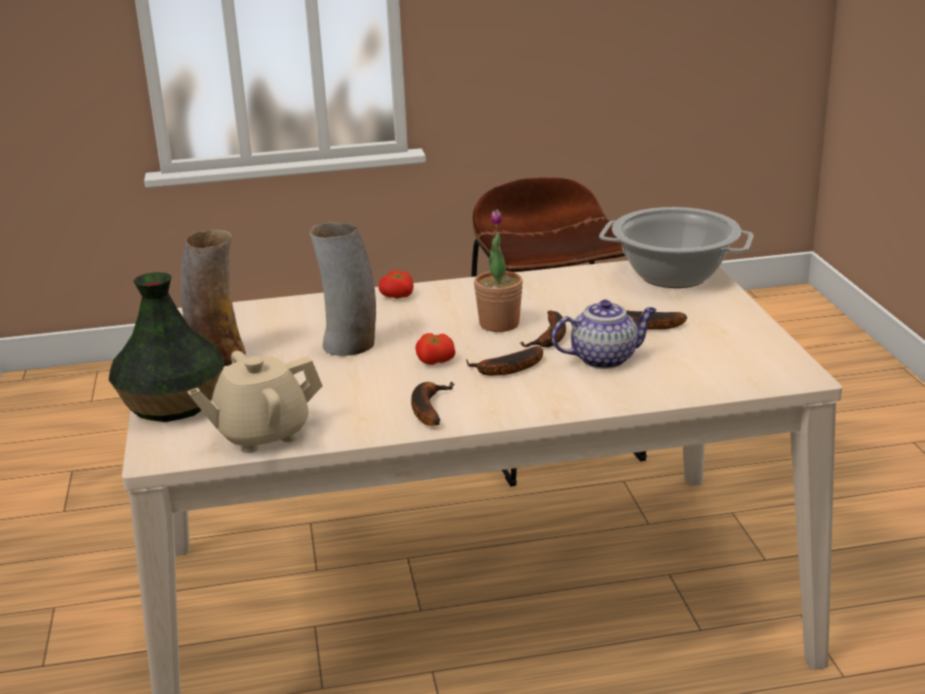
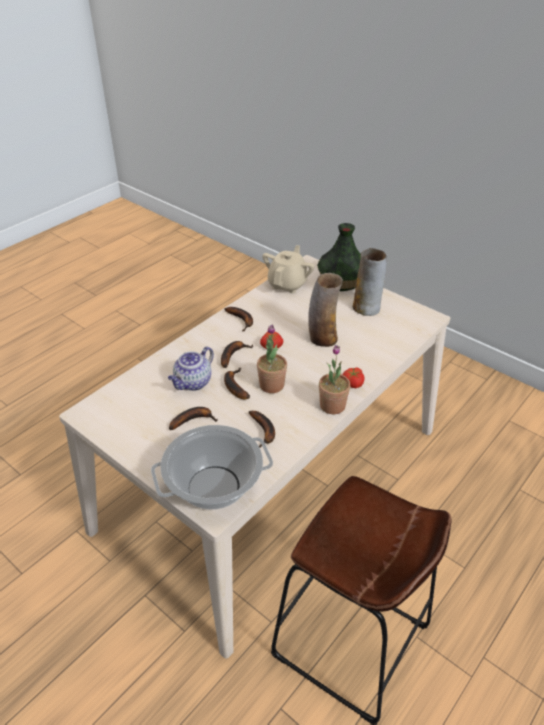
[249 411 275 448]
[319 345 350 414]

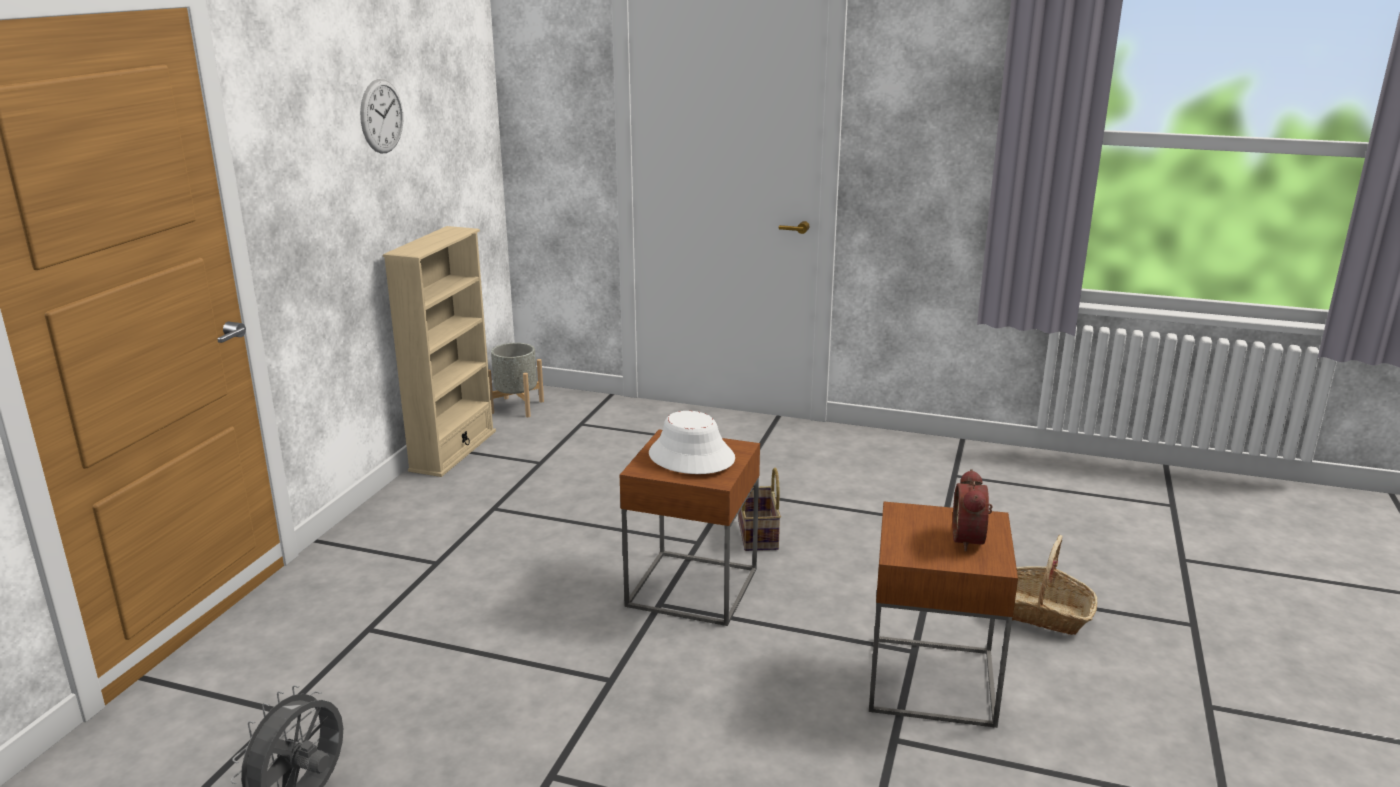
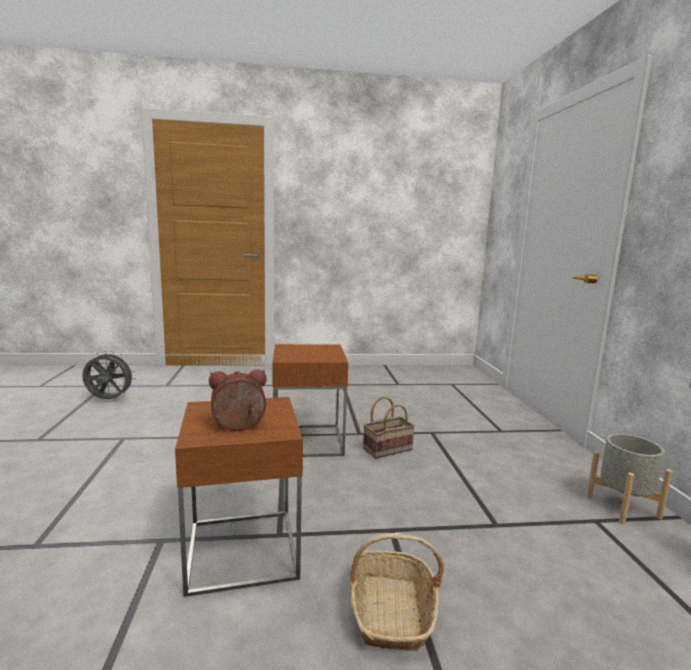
[360 79 403 153] (first image)
[383 226 496 477] (first image)
[586 434 672 524]
[649 411 735 474] (first image)

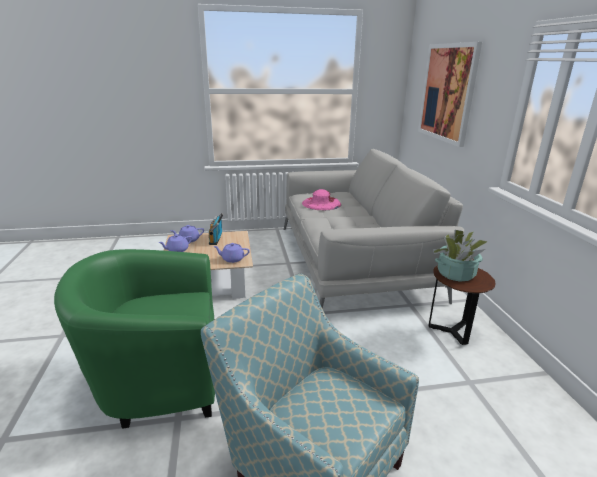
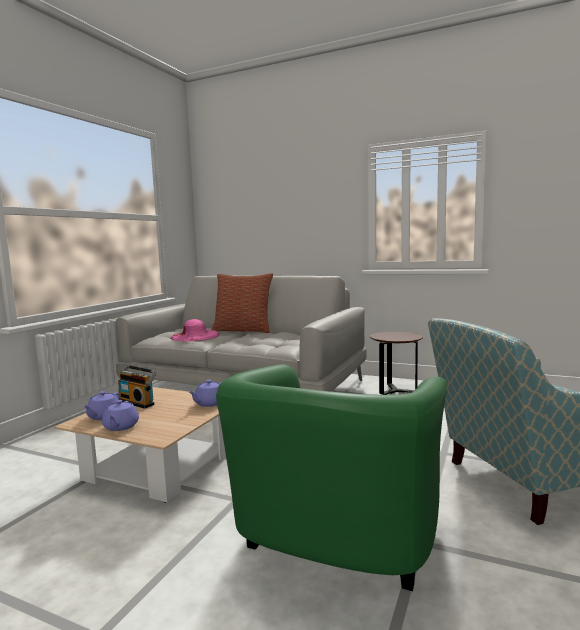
[418 42 482 147] (first image)
[433 230 488 282] (first image)
[211 273 273 333]

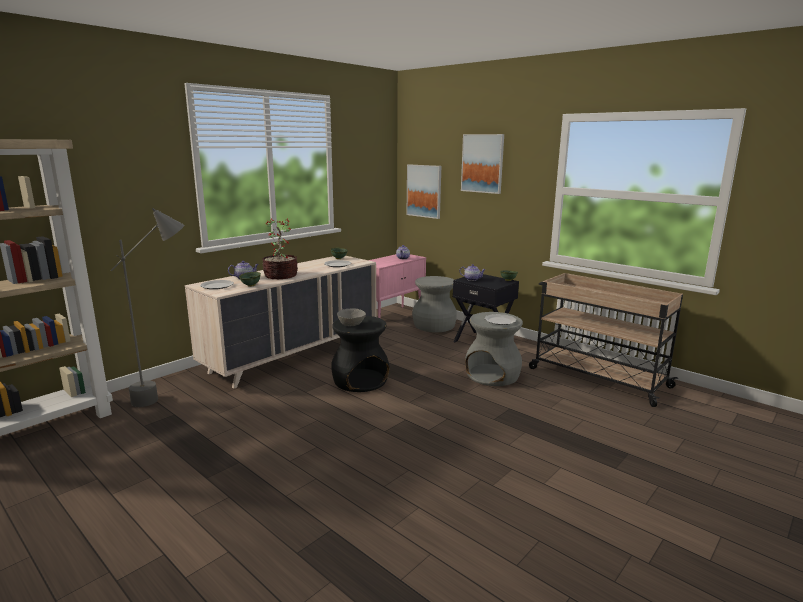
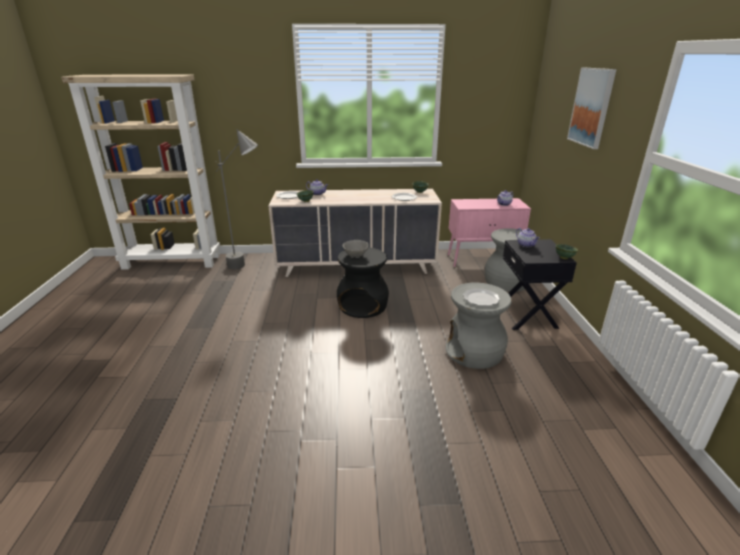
[262 218 298 279] (first image)
[407 165 441 219] (first image)
[529 273 683 407] (first image)

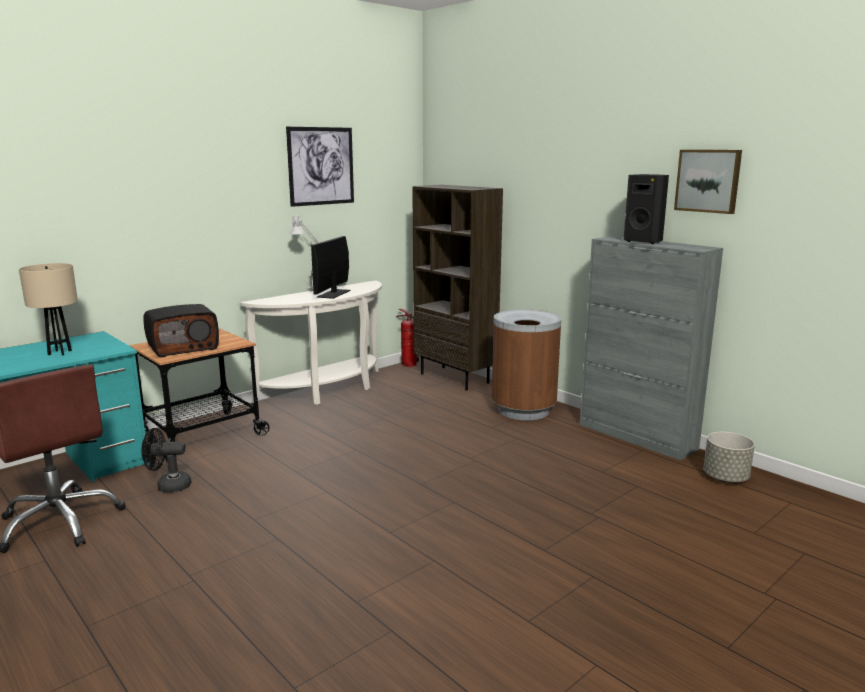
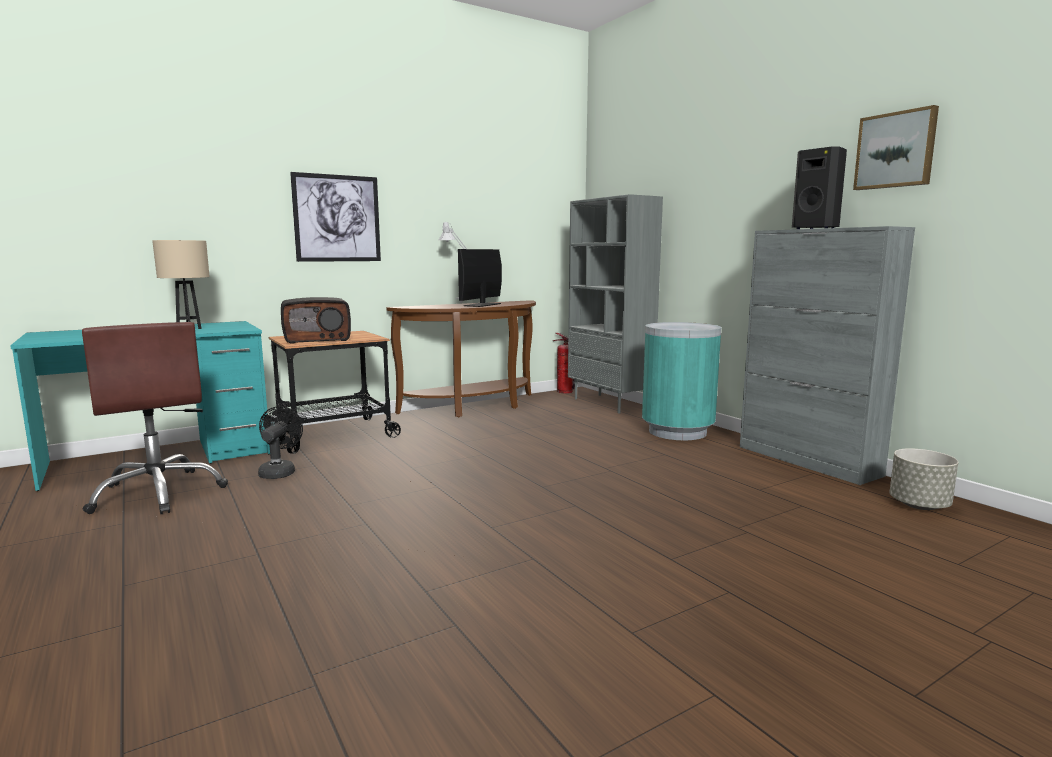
[258 406 303 479]
[386 300 536 417]
[290 172 381 262]
[568 194 663 413]
[642 322 721 440]

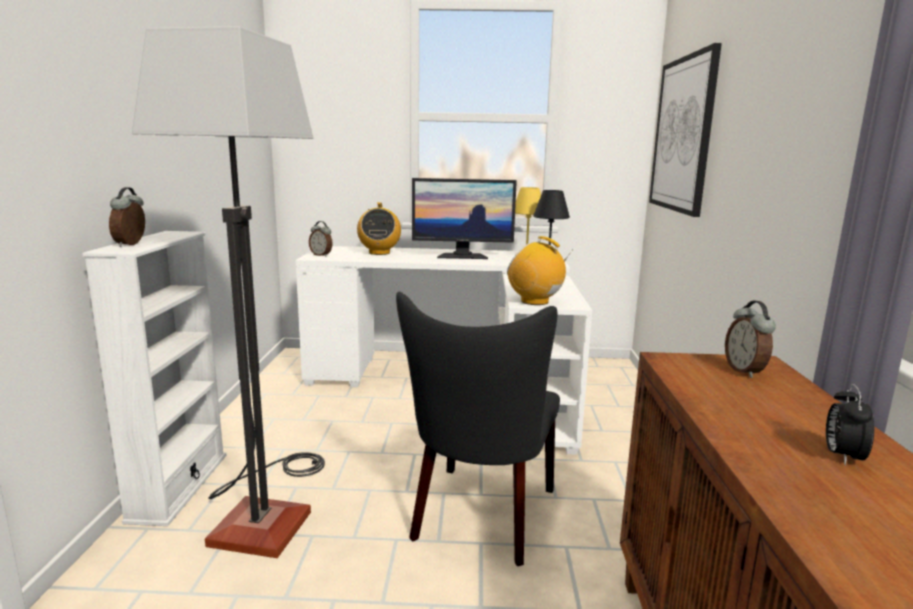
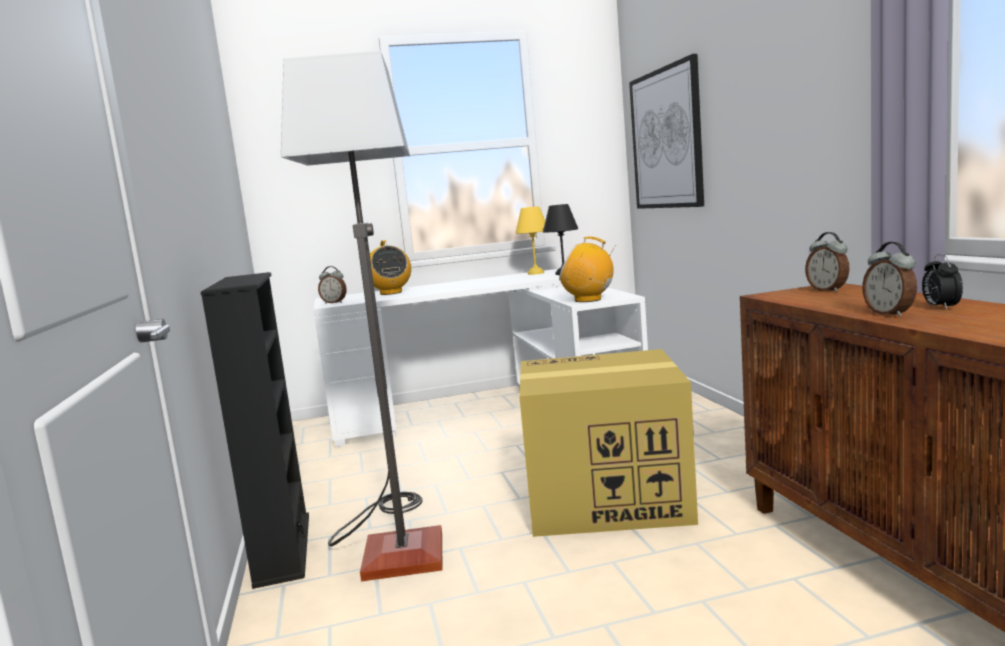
[200 272 309 589]
[862 242 917 317]
[519 349 698 537]
[412 178 517 259] (first image)

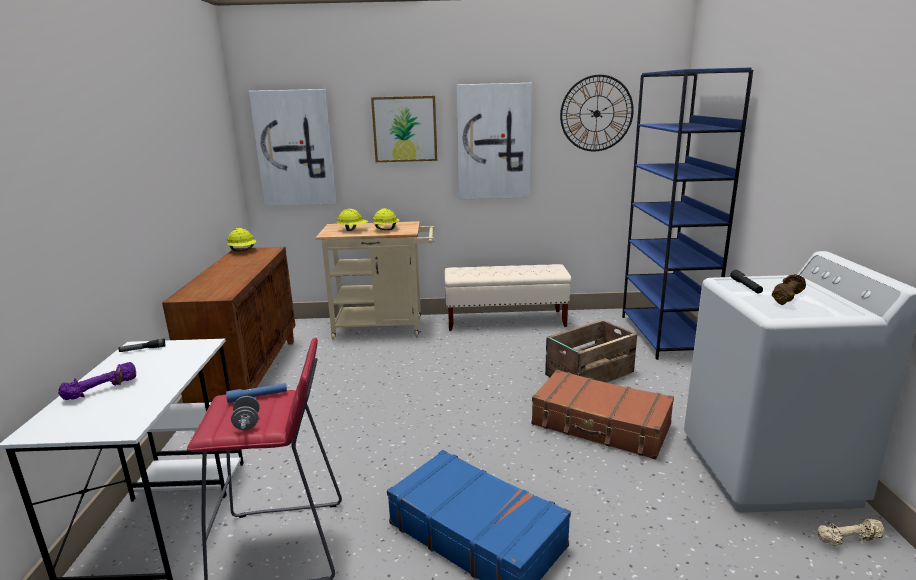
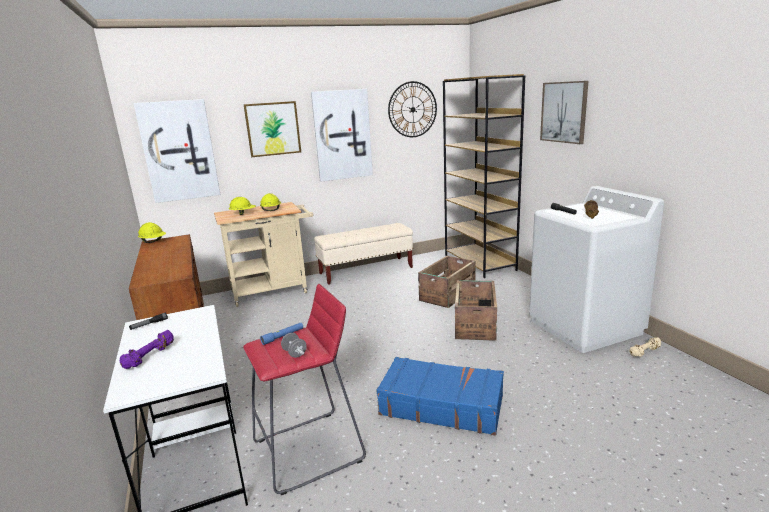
[455 280 497 341]
[443 74 525 278]
[540 81 589 144]

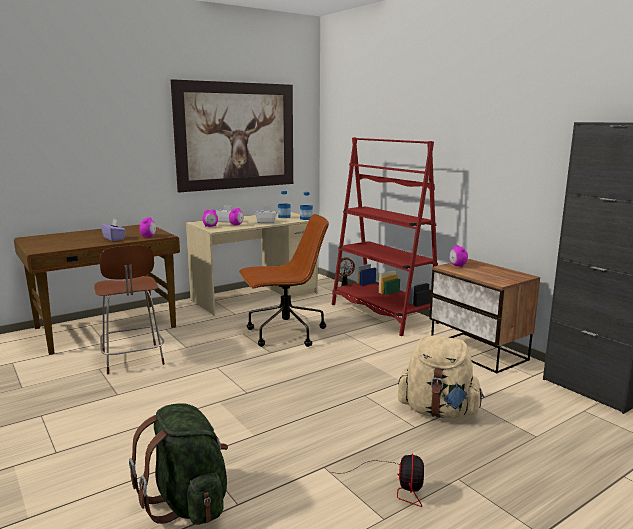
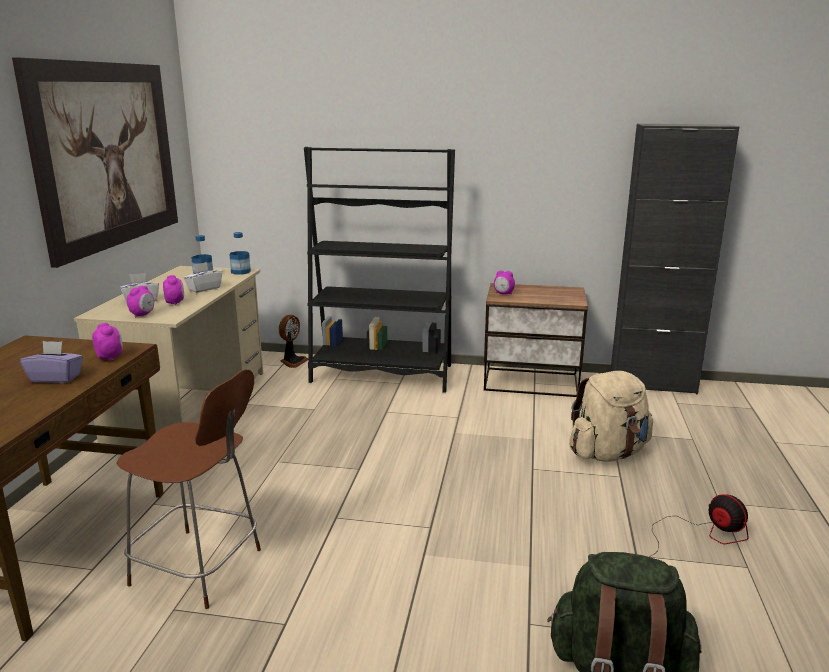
[239 214 329 347] (first image)
[304 147 455 393]

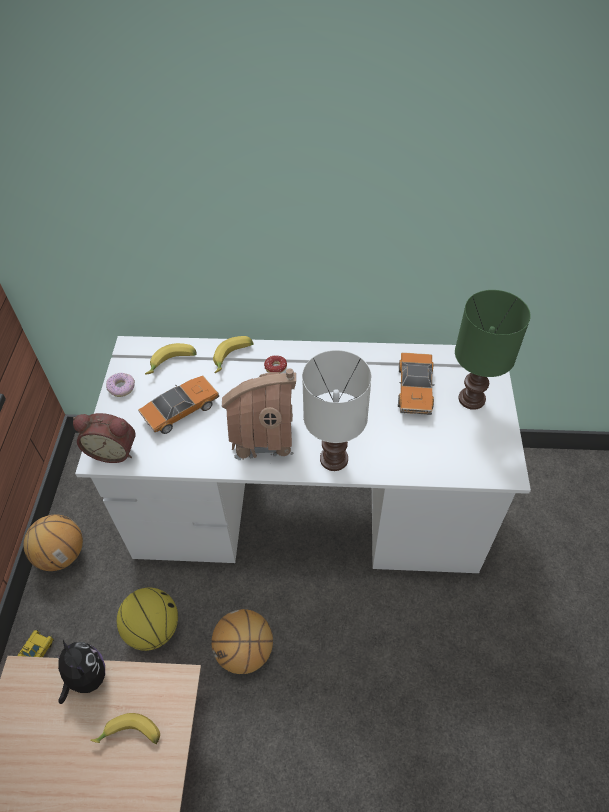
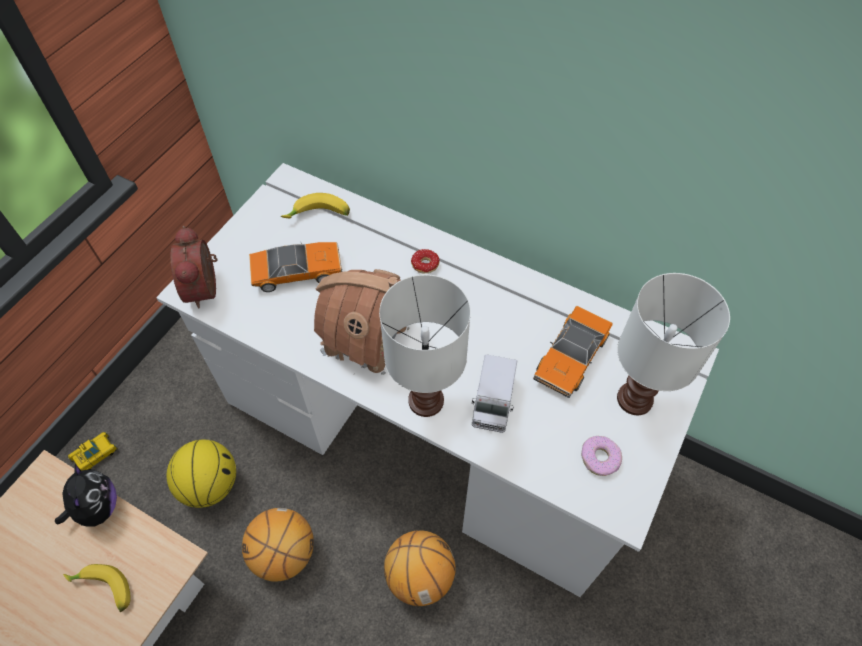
[384 530 456 606]
[170 226 218 309]
[581 436 622 476]
[213 336 254 373] (first image)
[617 273 730 415]
[472 354 517 433]

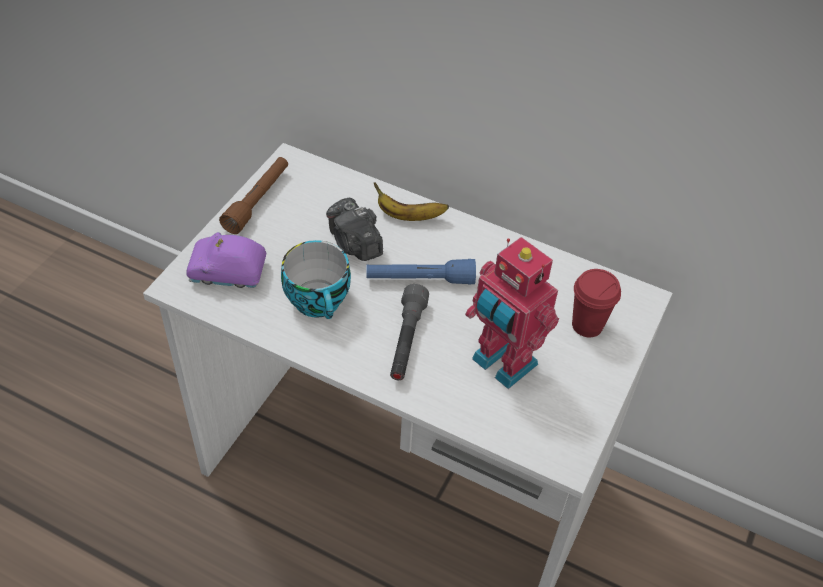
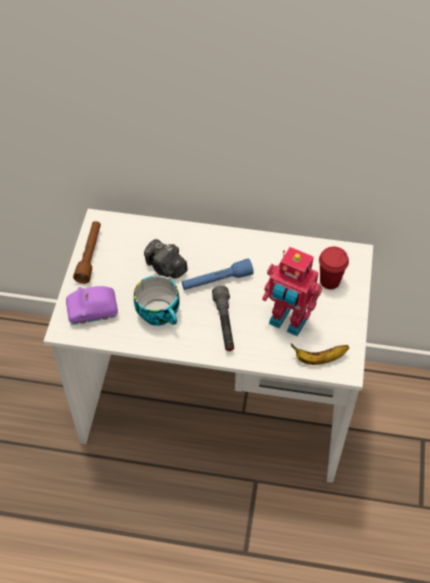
[290 343 349 365]

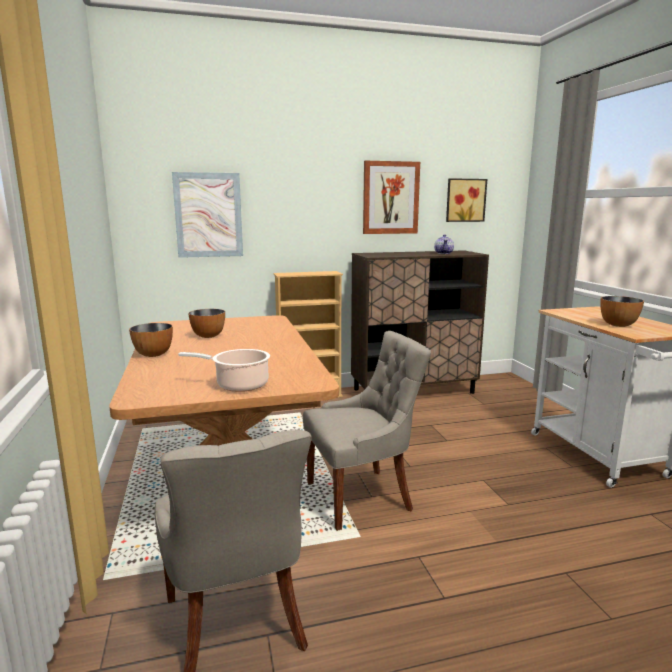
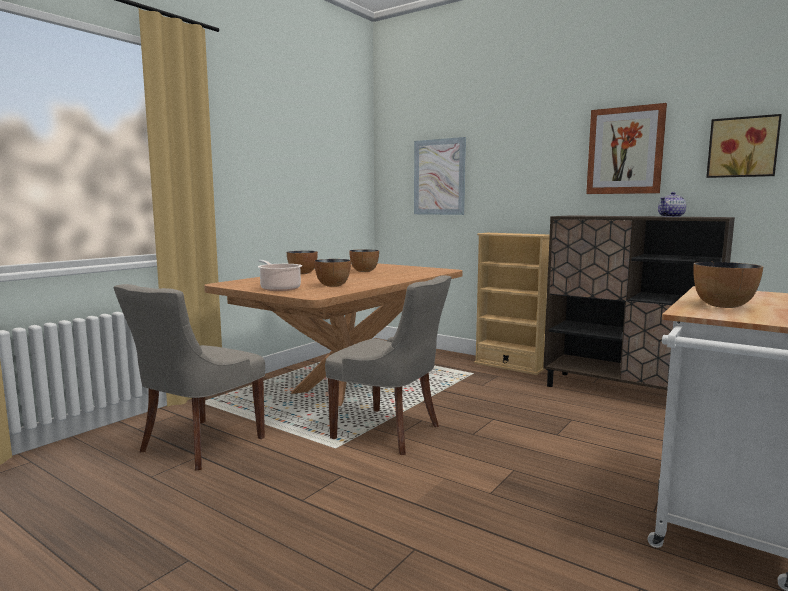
[314 259 351 287]

